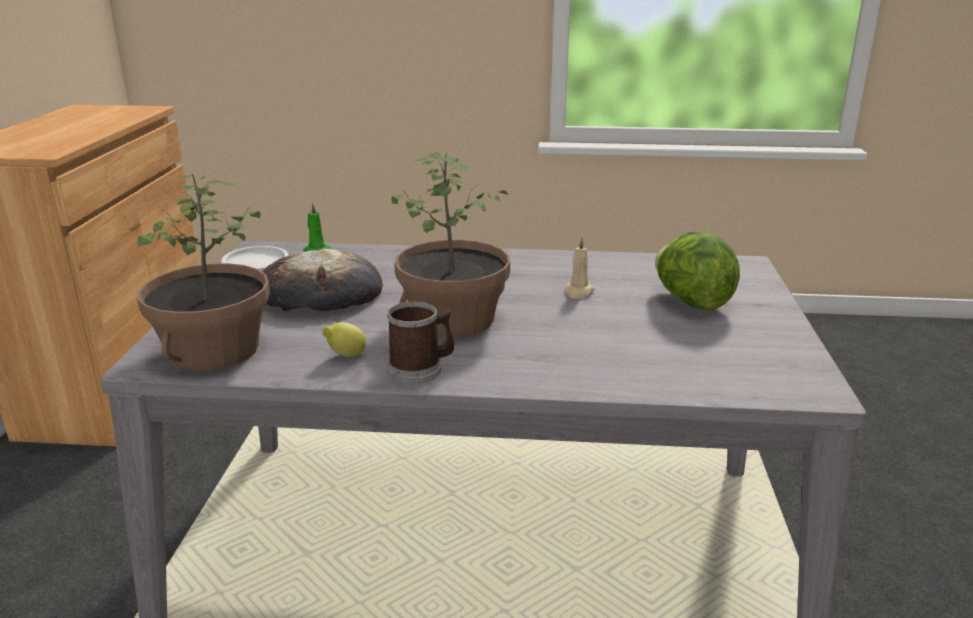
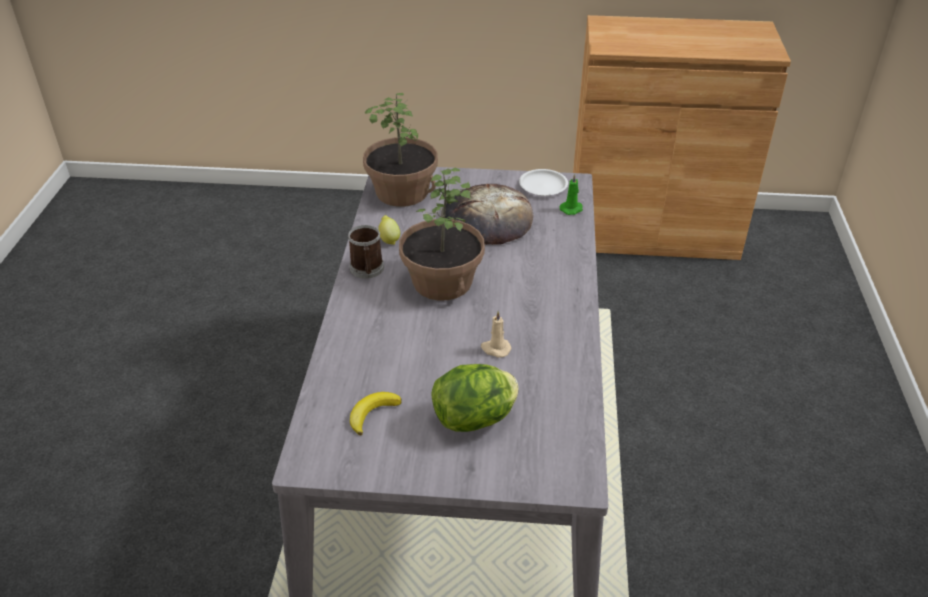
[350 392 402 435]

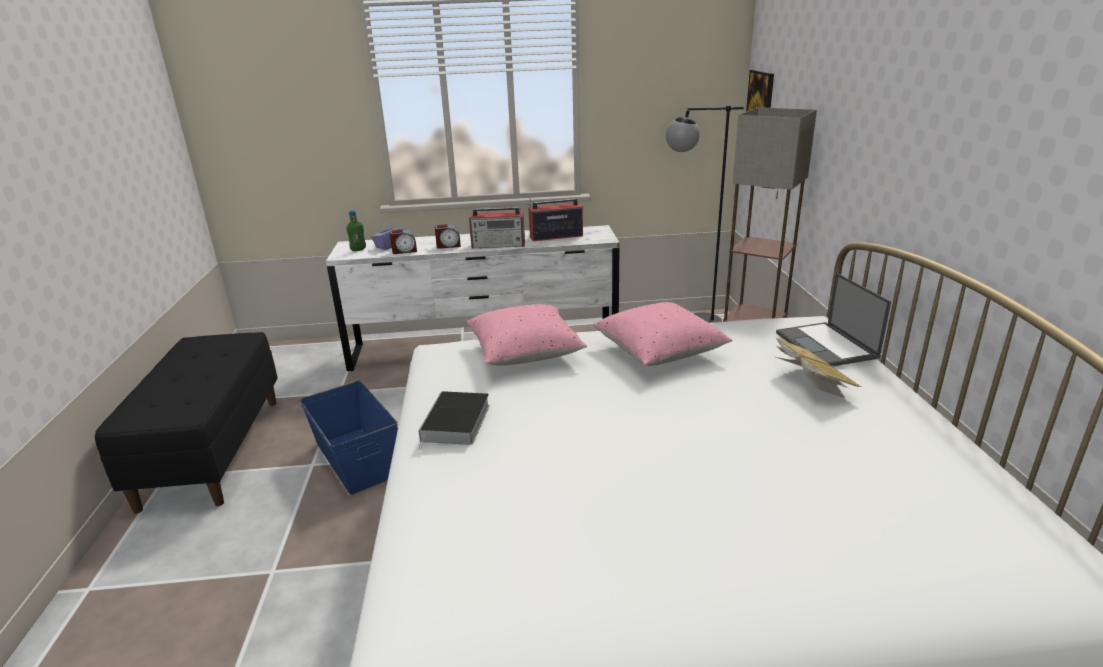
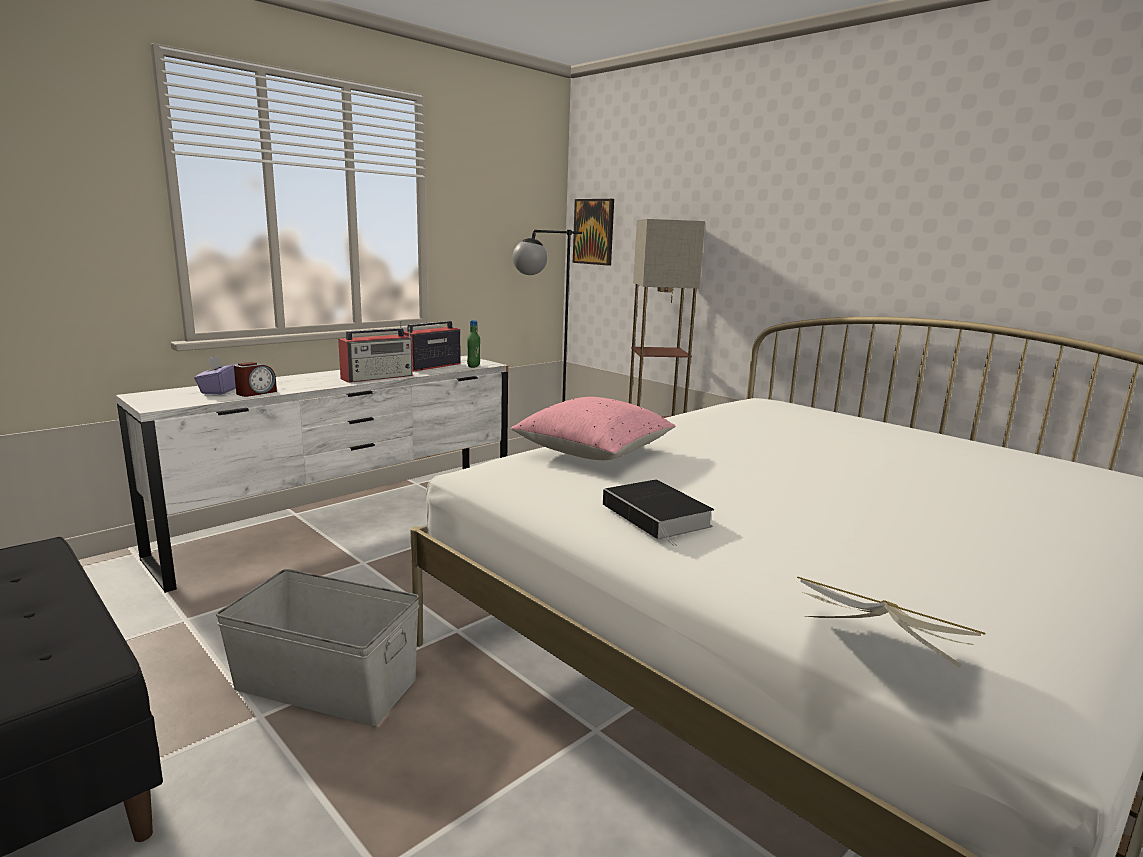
[216 569 419 726]
[467 320 480 368]
[435 224 461 249] (first image)
[593 302 732 366] (first image)
[776 273 891 366] (first image)
[797 576 985 667]

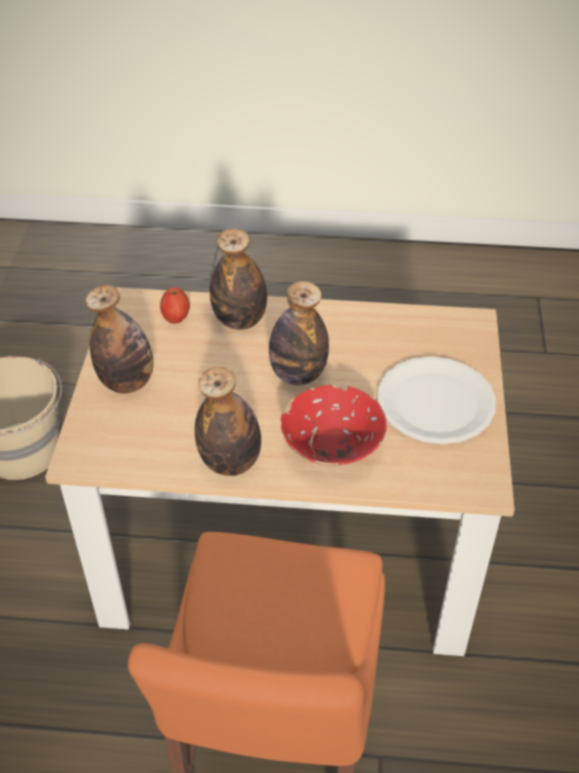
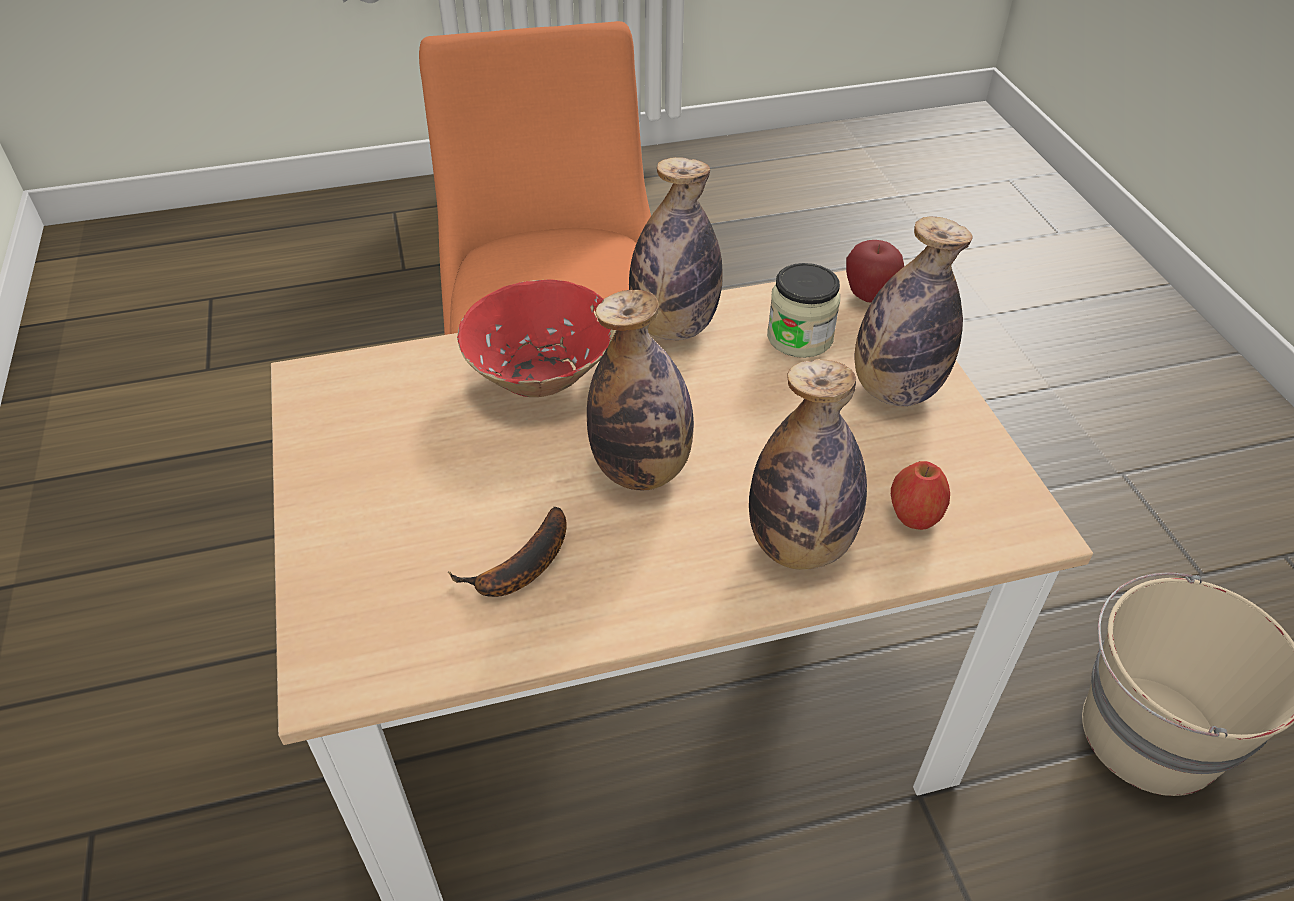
[377 356 496 444] (first image)
[447 507 566 597]
[767 263 840 358]
[846 240 904 302]

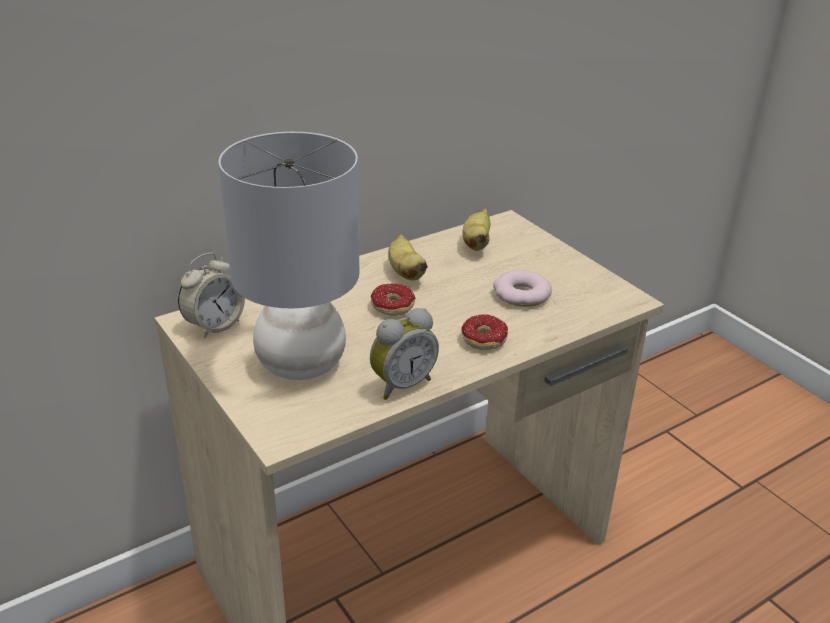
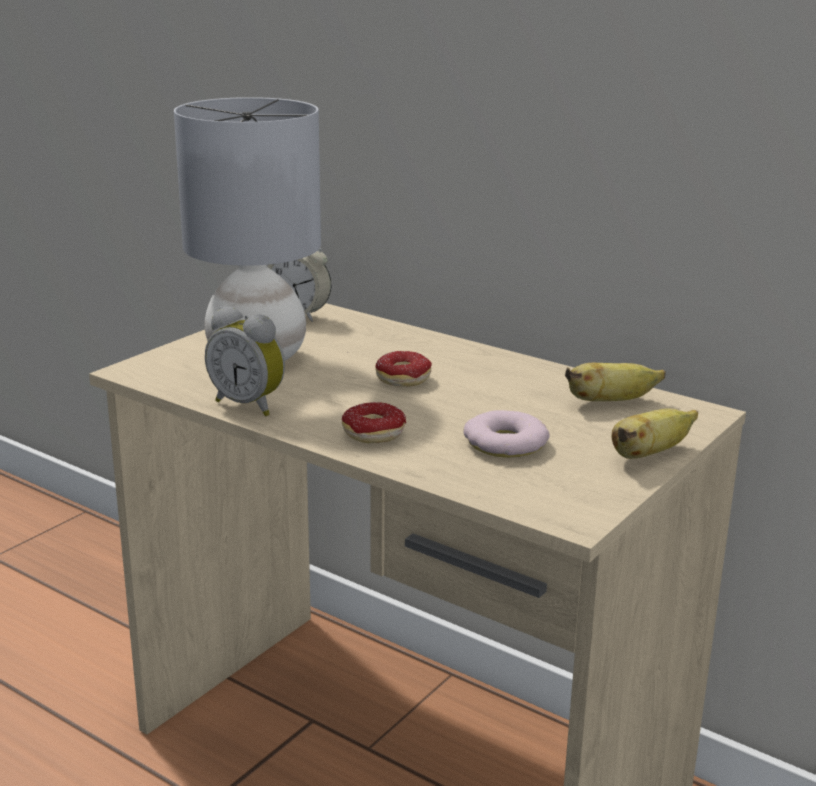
[611 409 698 459]

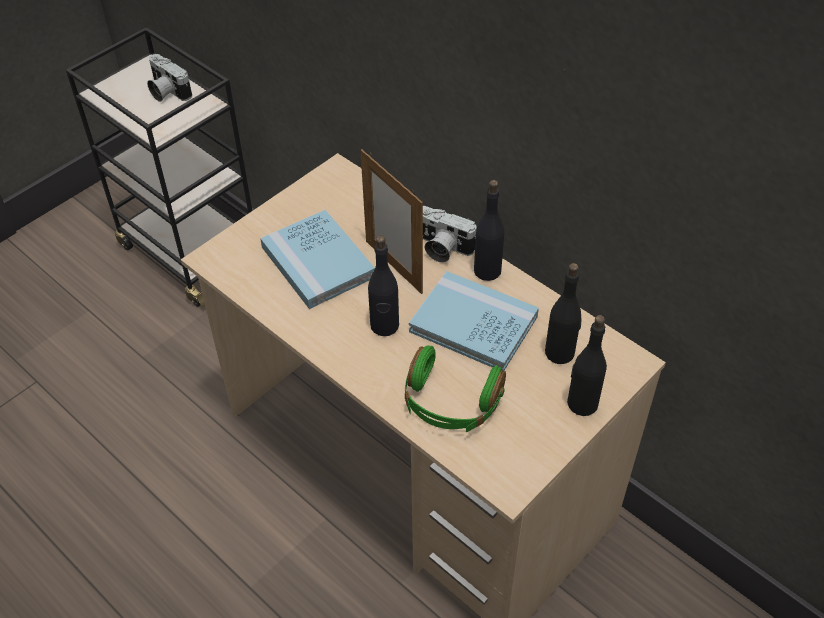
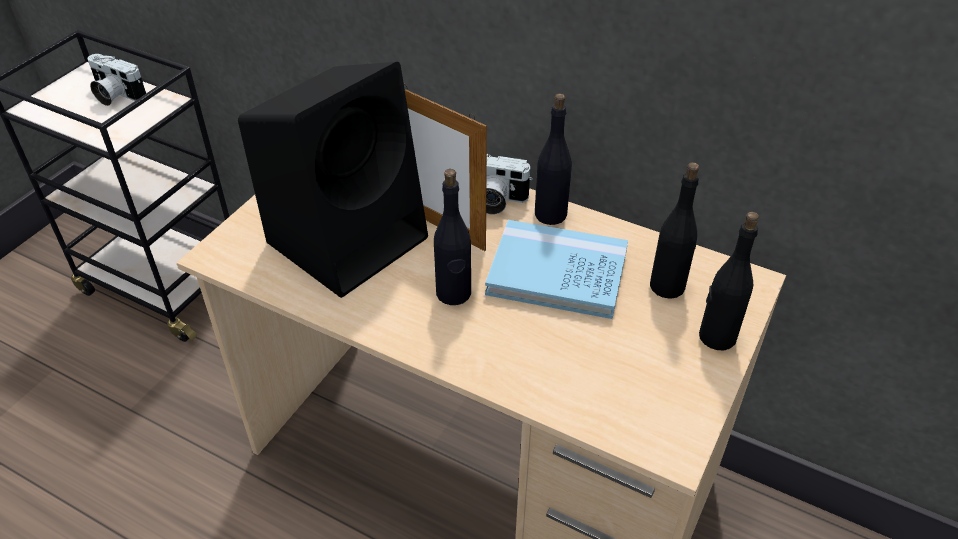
[238 62 428 298]
[405 345 506 432] (first image)

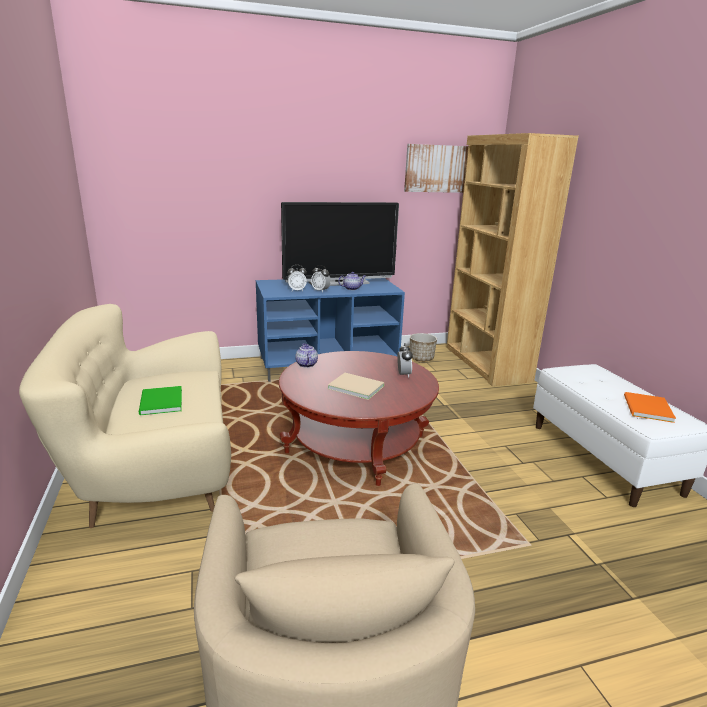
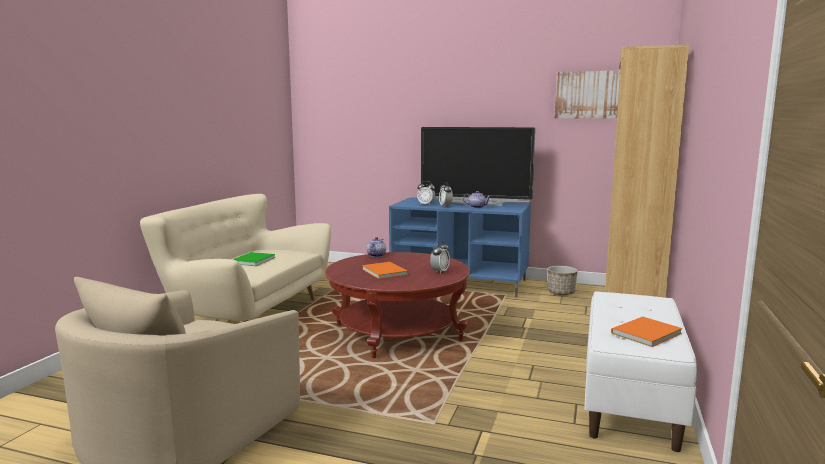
[362 262 409 279]

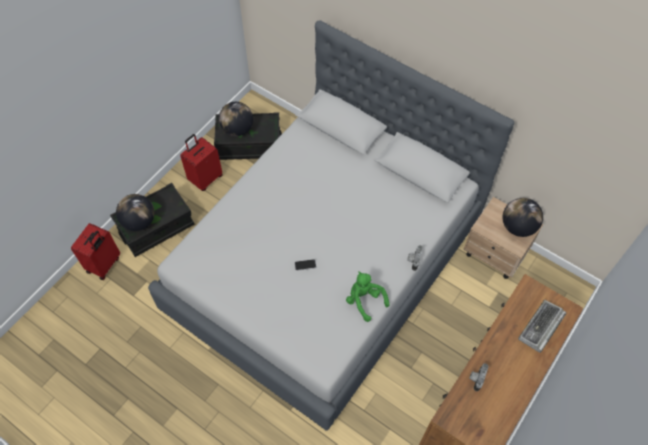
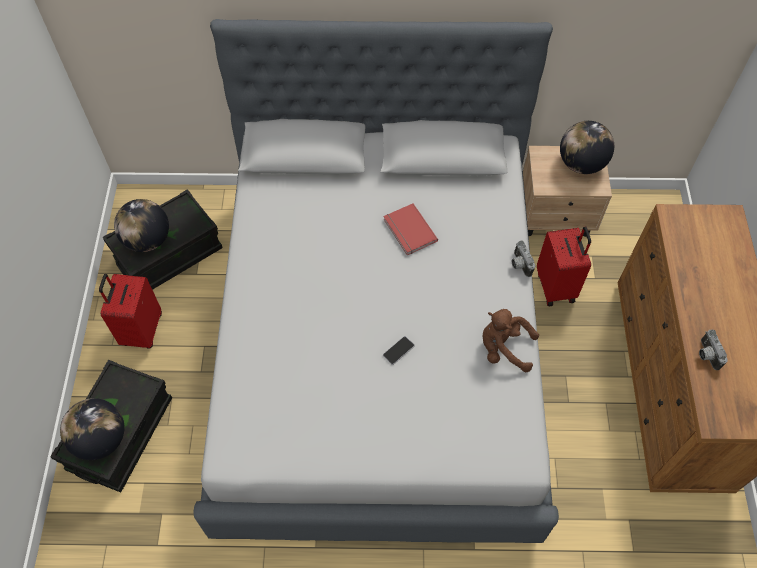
[537 226 591 306]
[482 309 539 372]
[518 300 567 353] (first image)
[383 203 438 255]

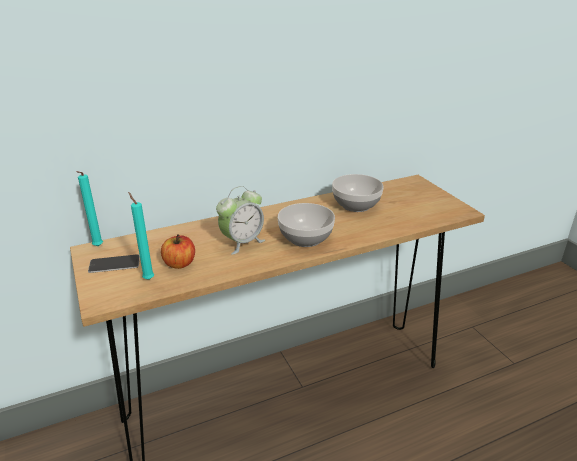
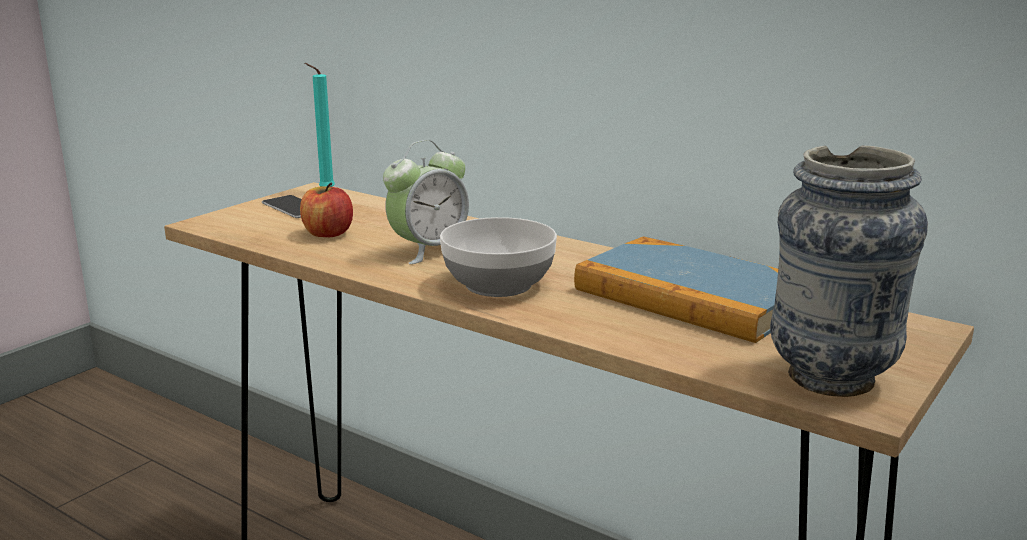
[128 192 154 280] (first image)
[383 140 469 264]
[574 236 778 343]
[770 145 928 397]

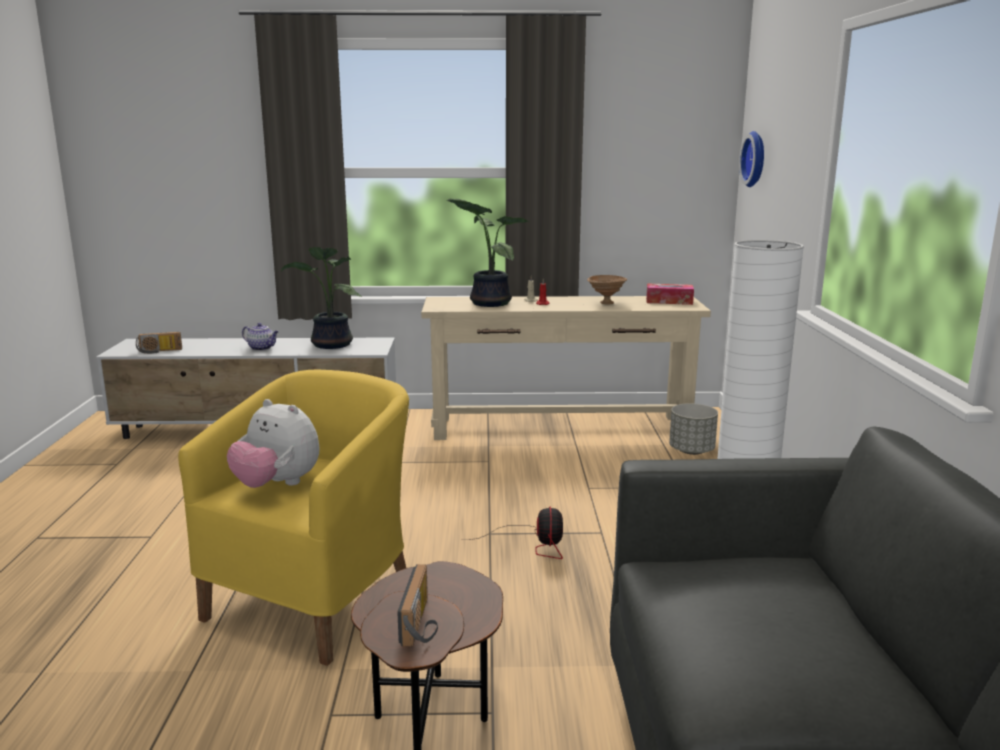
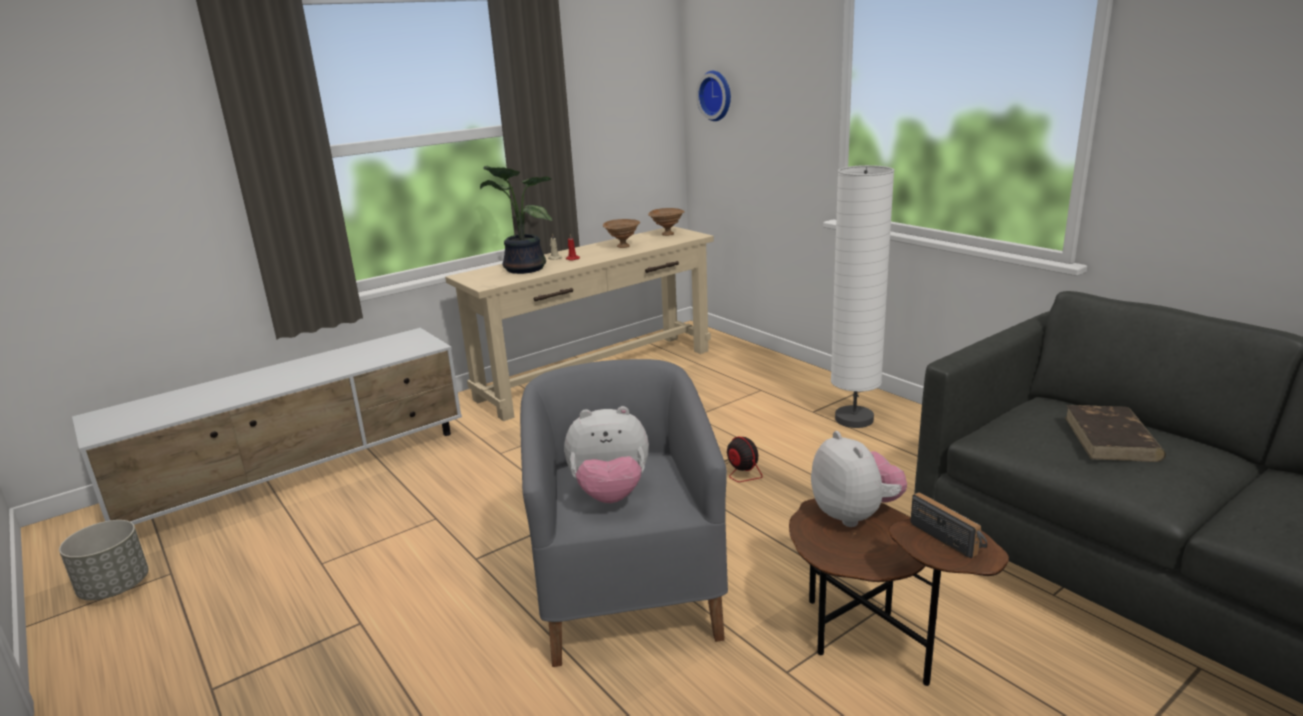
[136 332 182 354] (first image)
[520 359 728 667]
[242 323 279 351] (first image)
[281 247 362 349] (first image)
[648 208 685 236]
[59 520 149 600]
[811 431 907 527]
[1065 405 1166 462]

